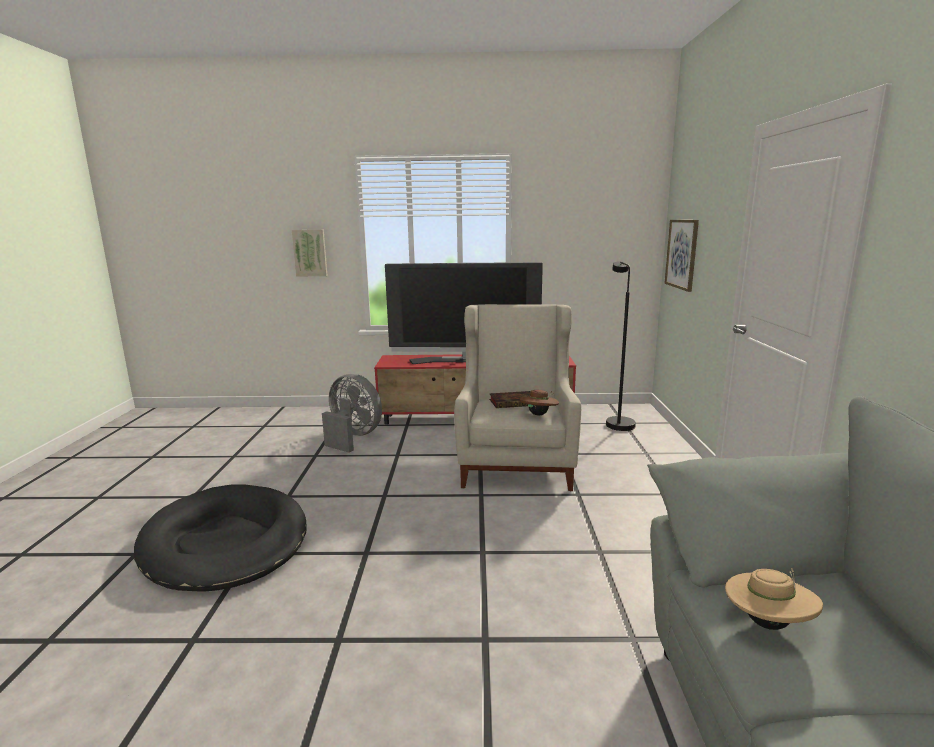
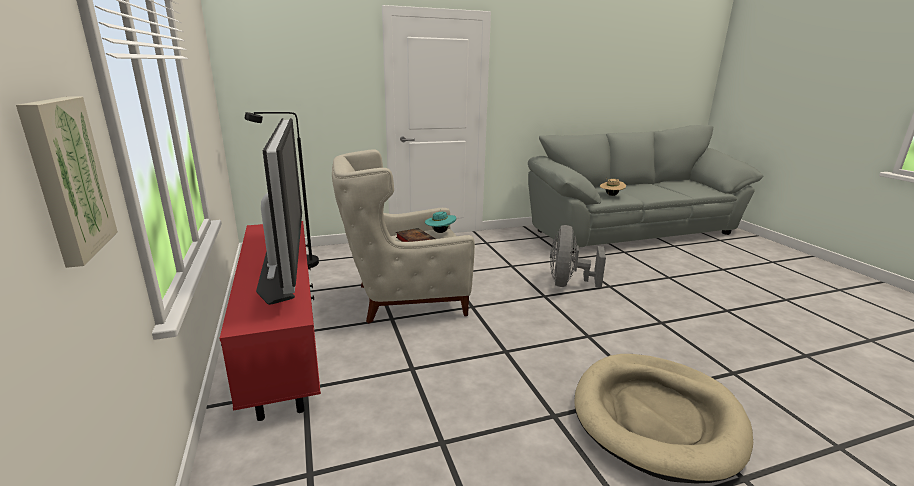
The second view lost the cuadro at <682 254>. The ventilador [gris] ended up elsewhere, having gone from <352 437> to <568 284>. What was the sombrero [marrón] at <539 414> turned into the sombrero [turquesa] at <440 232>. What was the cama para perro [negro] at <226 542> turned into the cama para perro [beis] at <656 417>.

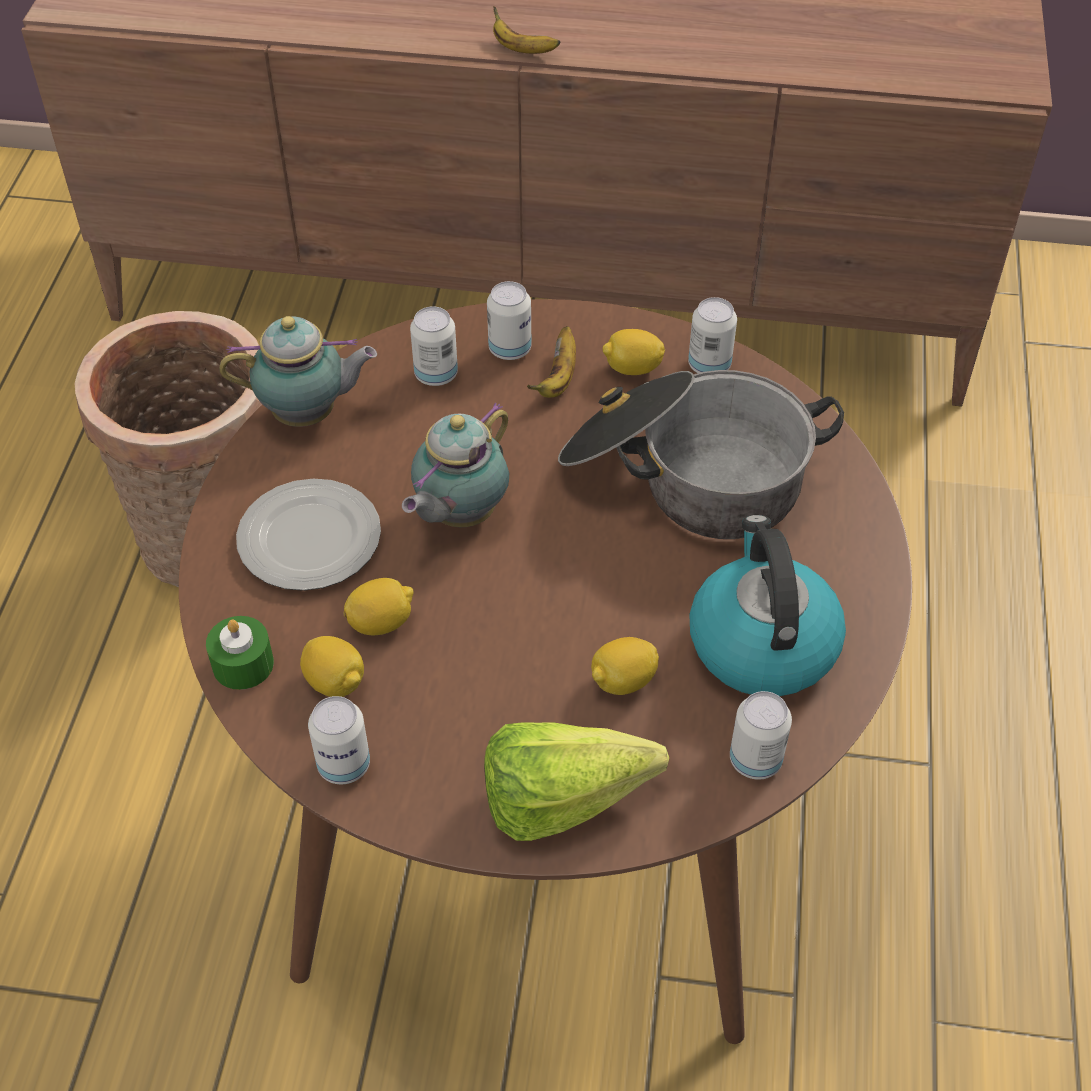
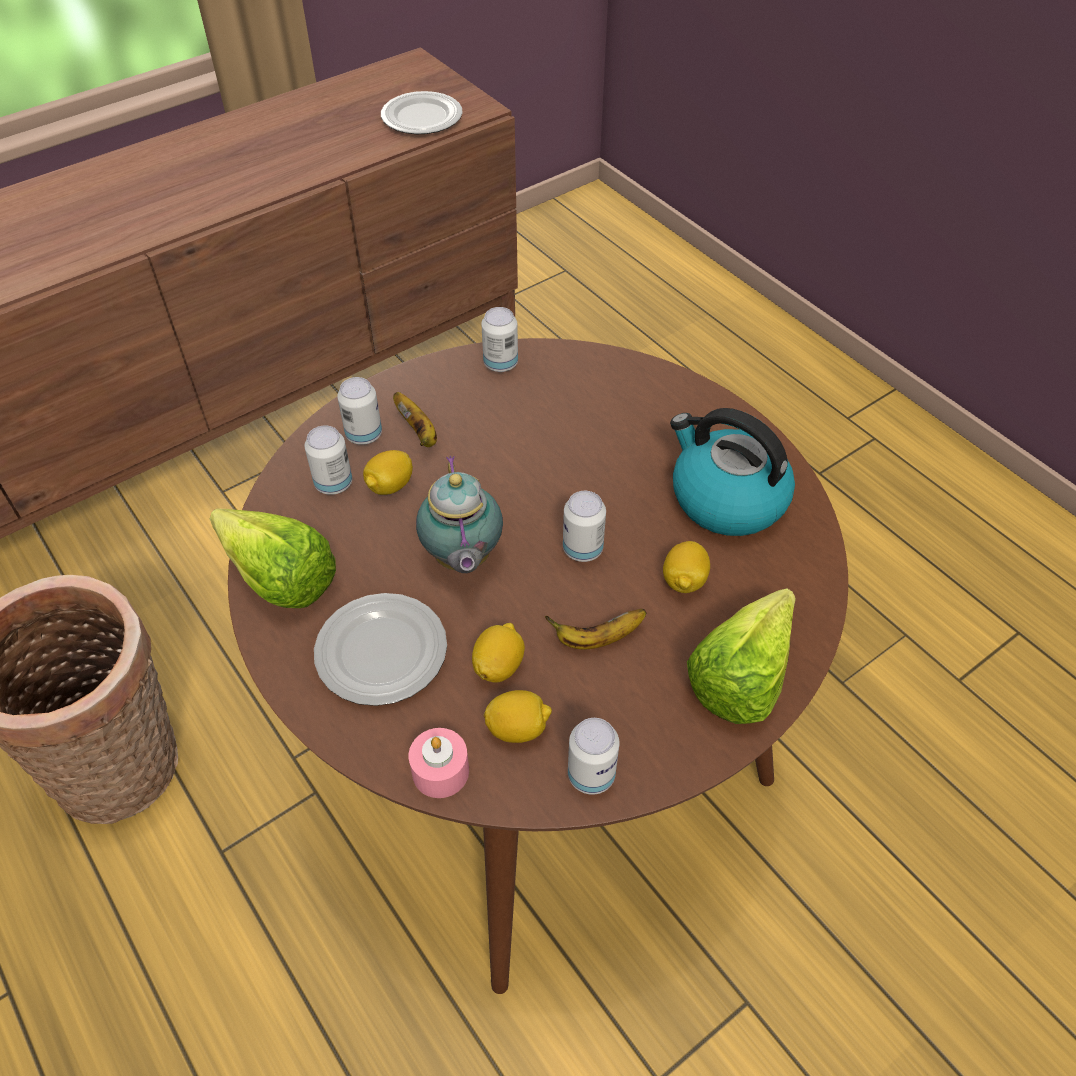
The plátano ended up elsewhere, having gone from <522 49> to <597 638>. Where the tetera stood at <309 415>, the lechuga came to stand at <274 572>. The limón ended up elsewhere, having gone from <632 368> to <390 486>. The second view lost the olla at <686 477>. What was the vela [verde] at <243 664> turned into the vela [rosa] at <440 771>. The lata ended up elsewhere, having gone from <755 760> to <582 549>. The second view gained the plato at <422 117>.

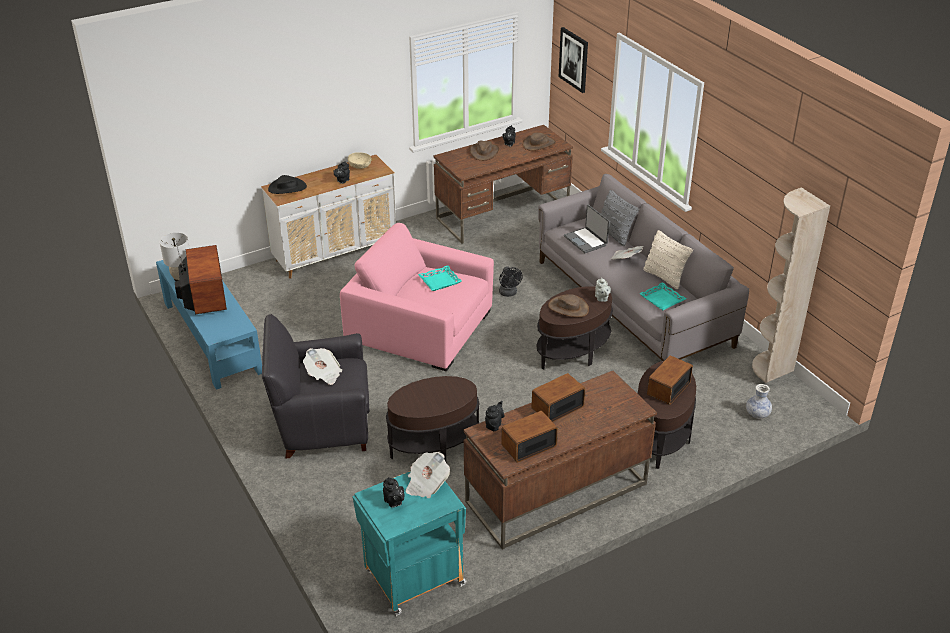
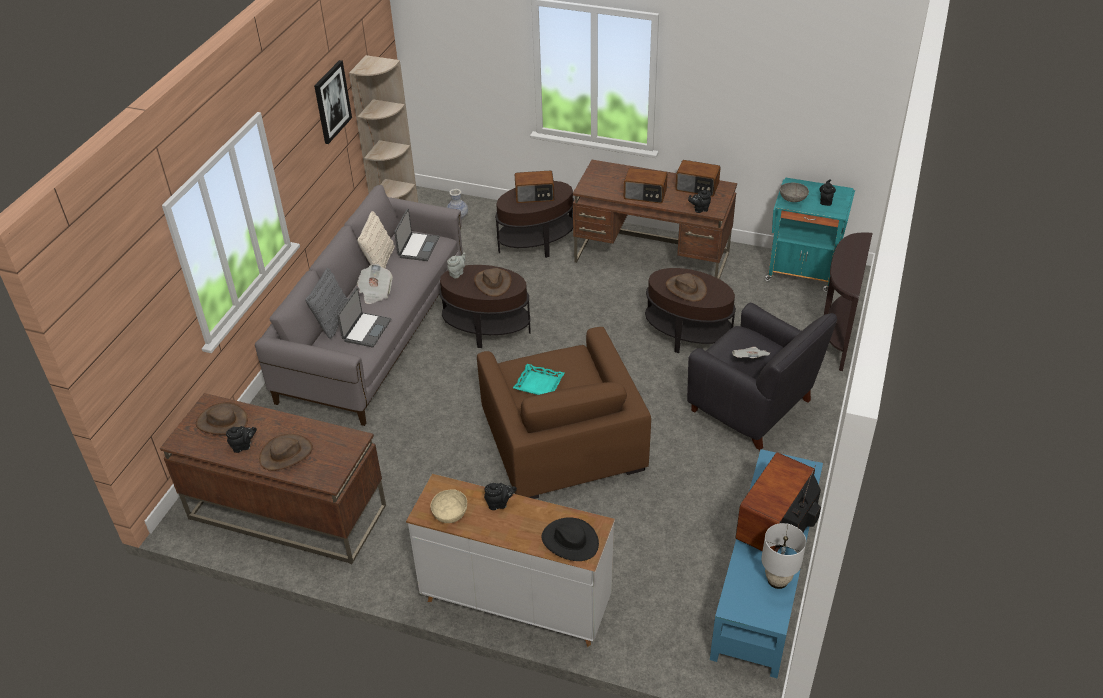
The cuadro ended up elsewhere, having gone from <574 59> to <332 102>. What was the sillón [rosa] at <420 326> turned into the sillón [marrón] at <561 438>. The second view lost the ventilador [negro] at <509 293>. Where the bandeja [turquesa] stood at <662 299>, the portátil came to stand at <418 247>. Where the periódico stood at <426 484>, the cuenco [gris] came to stand at <793 198>. The second view gained the mesa consola [marrón] at <836 336>. The second view gained the sombrero [marrón] at <686 289>.

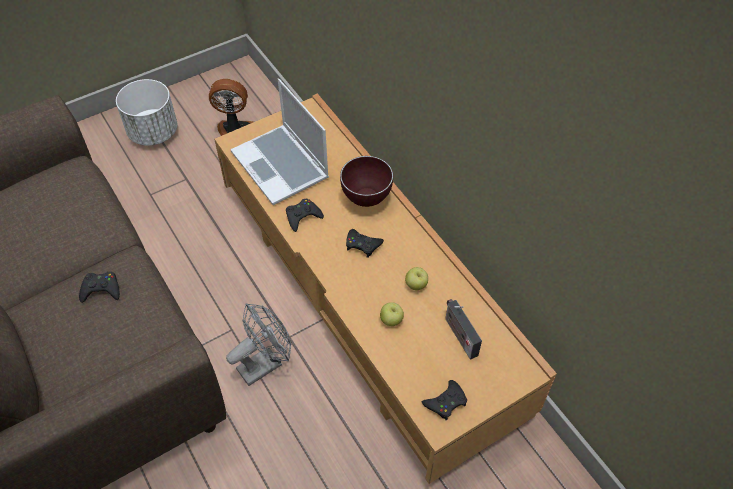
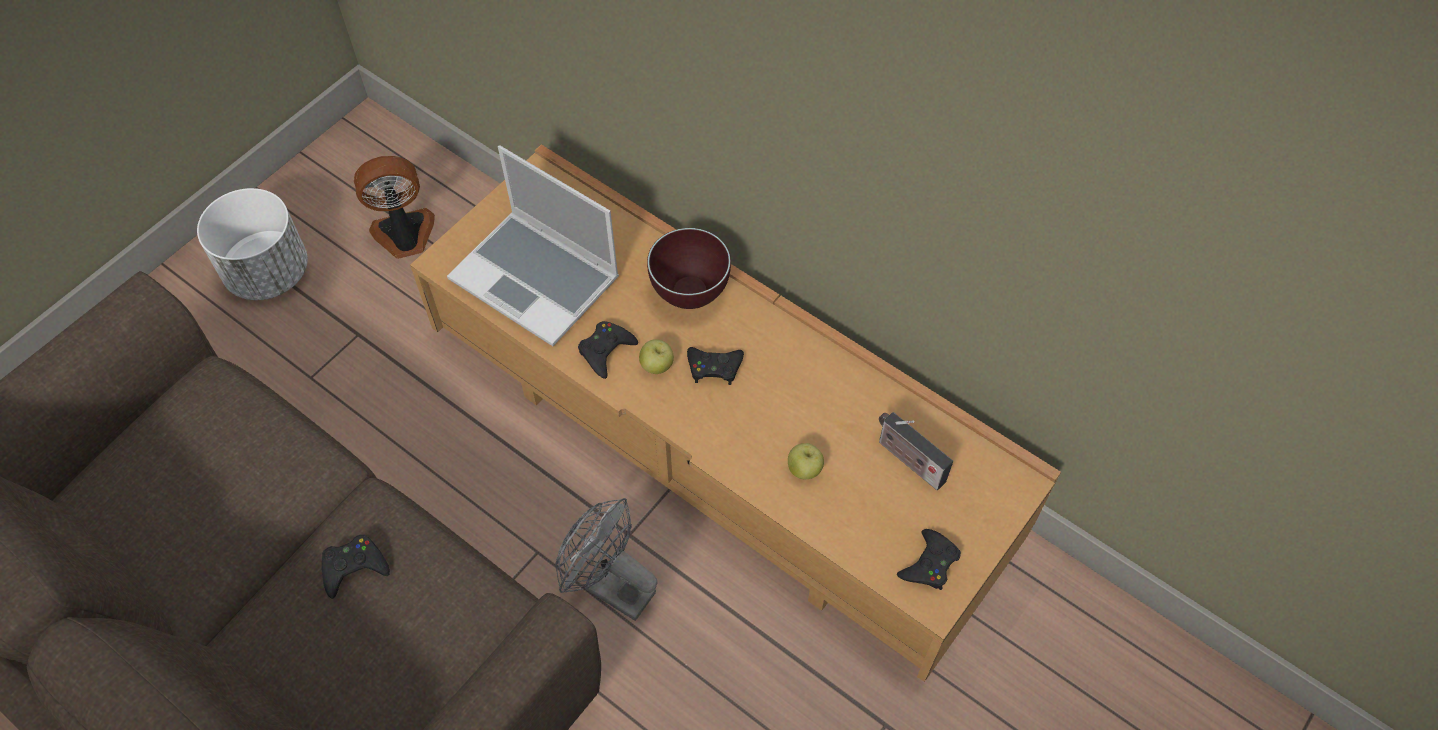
The manzana ended up elsewhere, having gone from <416 285> to <657 366>. The ventilador [gris] at <265 363> ended up facing another way, 90 degrees counterclockwise from before.

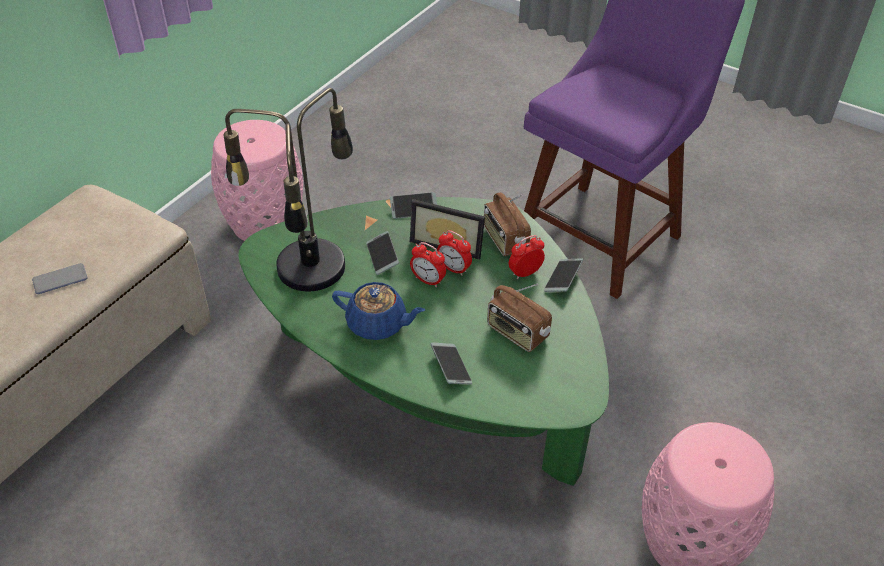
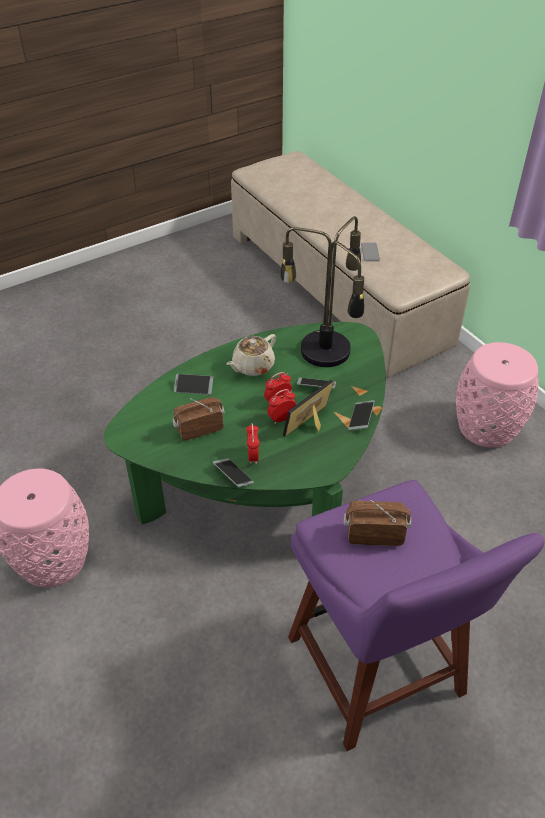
The radio ended up elsewhere, having gone from <504 240> to <374 533>. What was the tetera [azul] at <378 324> turned into the tetera [beis] at <252 366>.

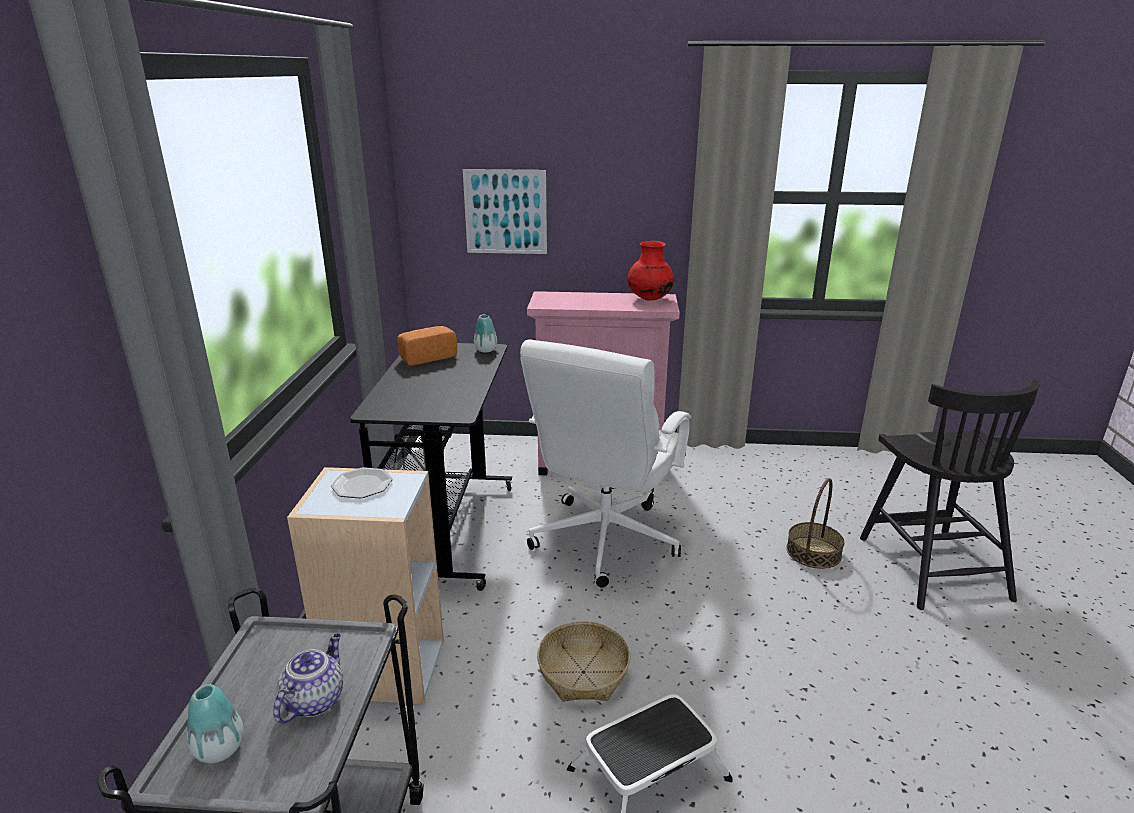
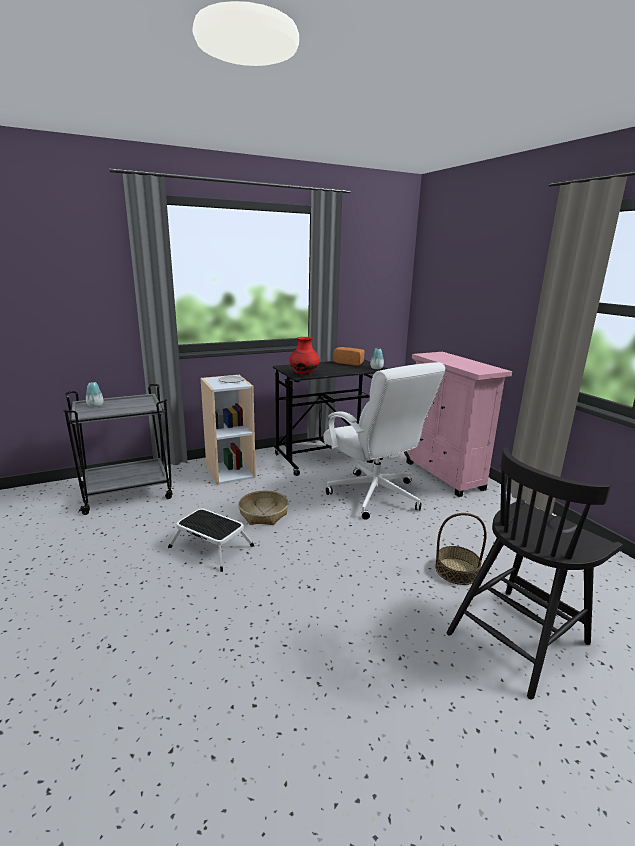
The second view lost the cuadro at <505 212>. The florero [rojo] ended up elsewhere, having gone from <649 299> to <304 374>. The silla de oficina [blanco] at <605 537> ended up facing another way, 120 degrees counterclockwise from before. The second view lost the tetera at <314 699>.

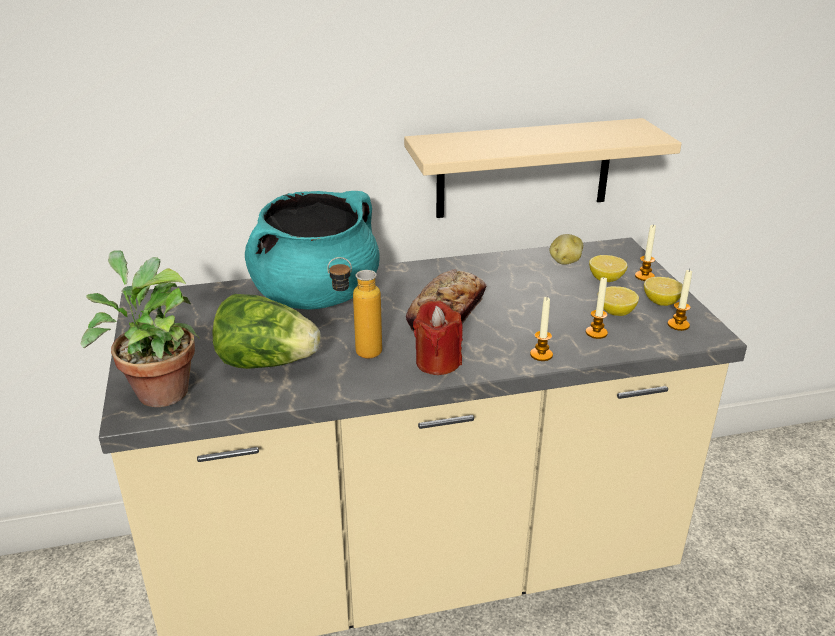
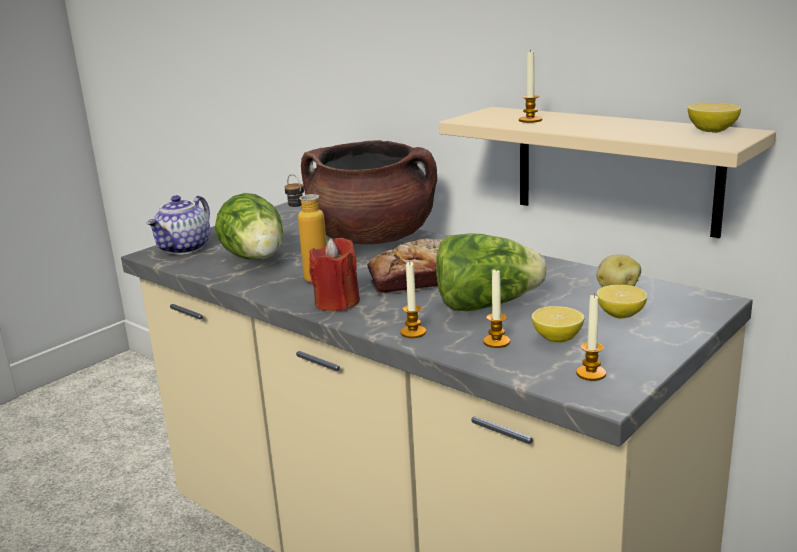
What was the olla [turquesa] at <316 295> turned into the olla [marrón] at <372 239>. The vela ended up elsewhere, having gone from <644 276> to <530 120>. Where the planta en maceta stood at <157 390>, the tetera came to stand at <185 249>. The limón ended up elsewhere, having gone from <661 302> to <712 131>. The second view gained the lechuga at <486 305>.

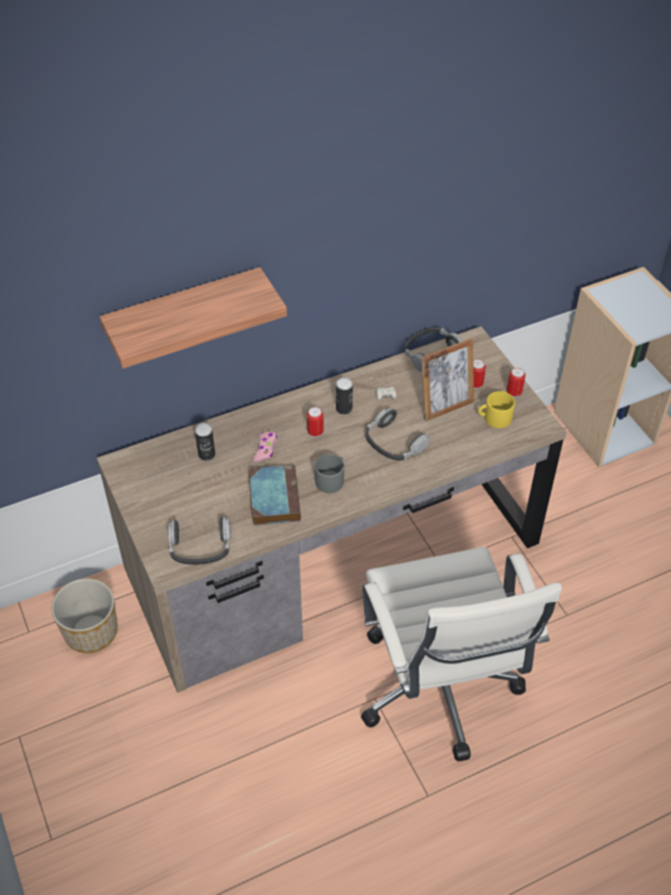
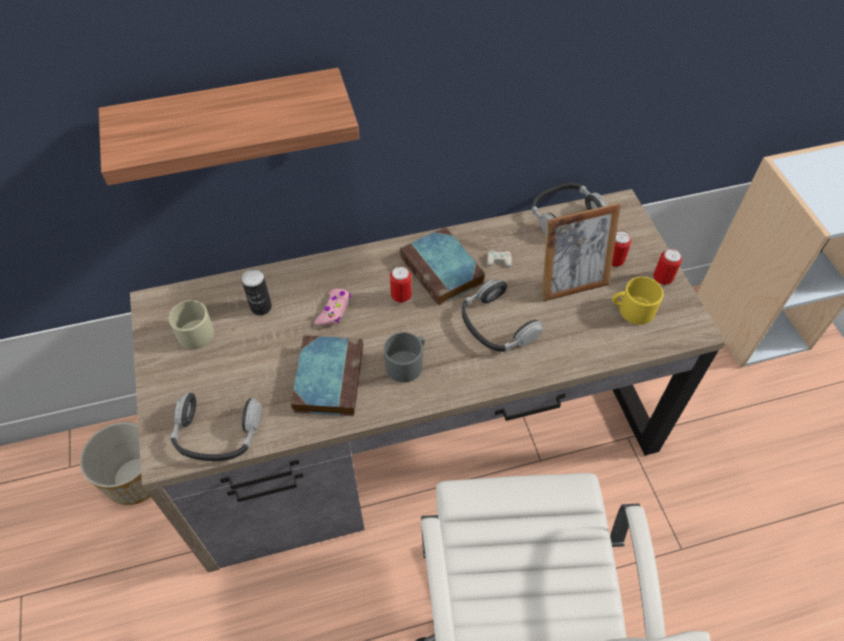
Where the lata stood at <344 408>, the libro came to stand at <443 271>. The second view gained the taza grande [beis] at <192 331>.

